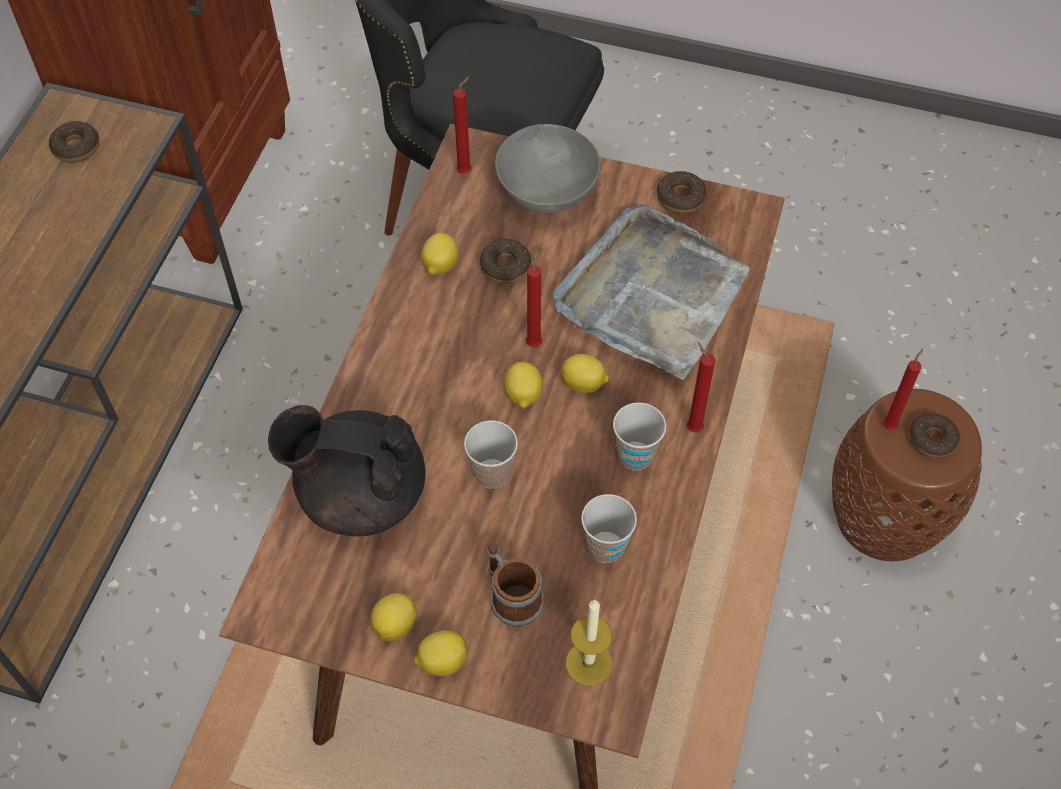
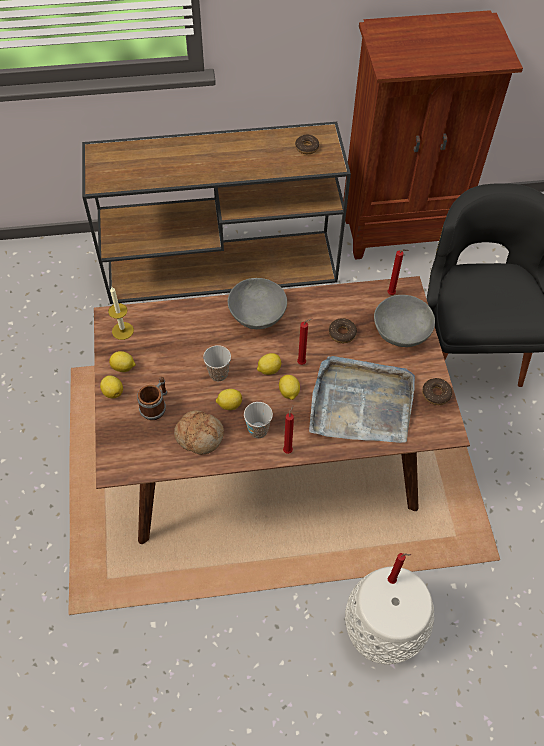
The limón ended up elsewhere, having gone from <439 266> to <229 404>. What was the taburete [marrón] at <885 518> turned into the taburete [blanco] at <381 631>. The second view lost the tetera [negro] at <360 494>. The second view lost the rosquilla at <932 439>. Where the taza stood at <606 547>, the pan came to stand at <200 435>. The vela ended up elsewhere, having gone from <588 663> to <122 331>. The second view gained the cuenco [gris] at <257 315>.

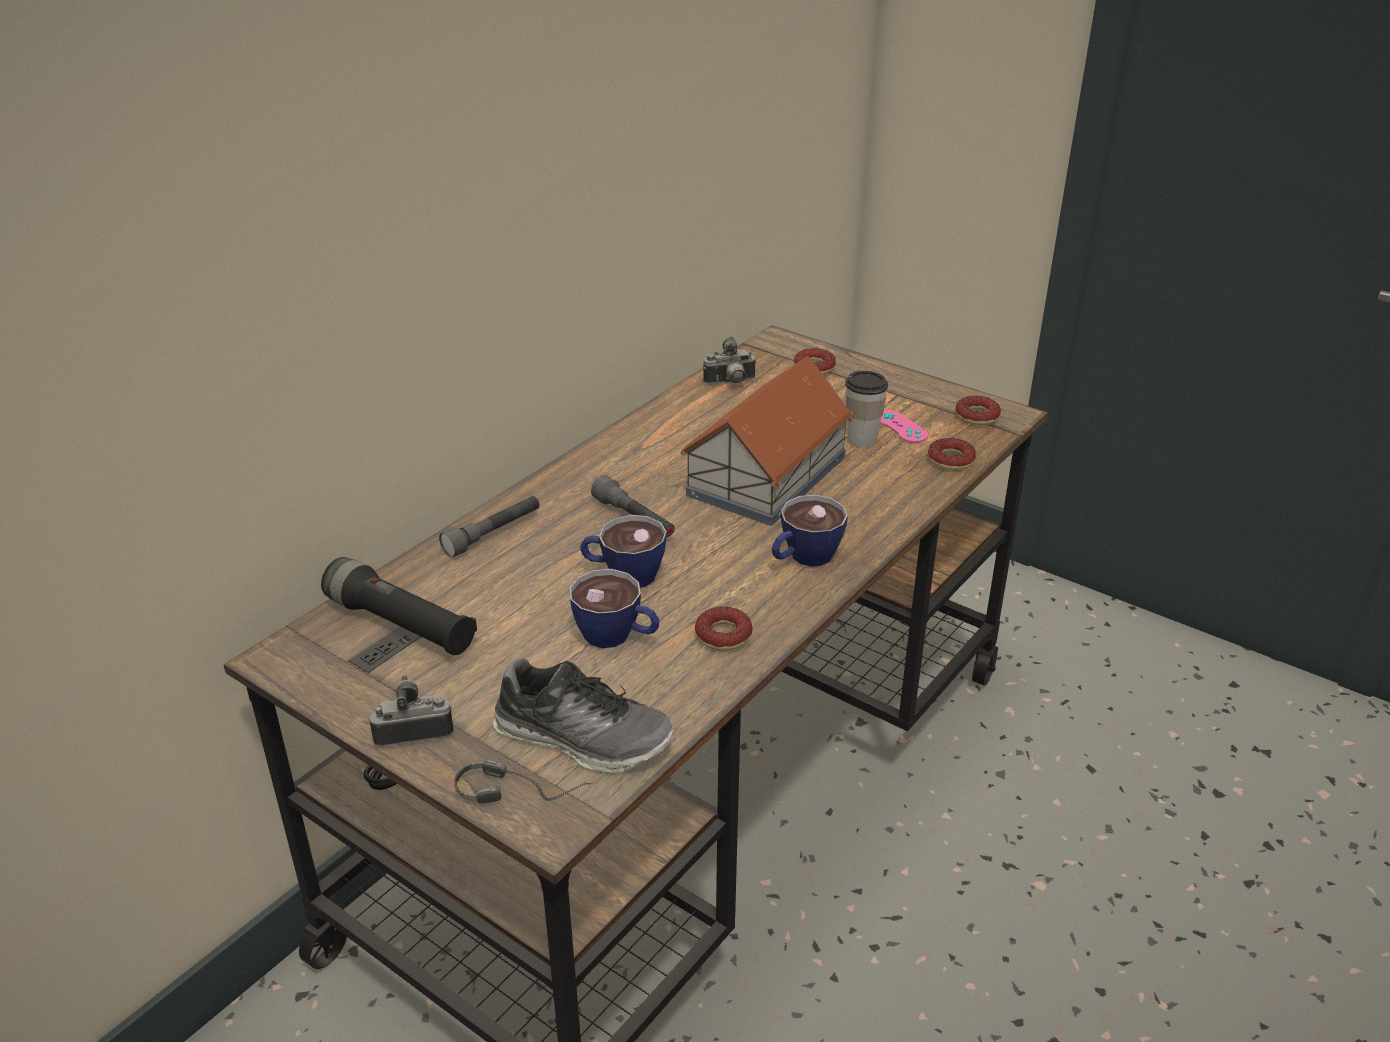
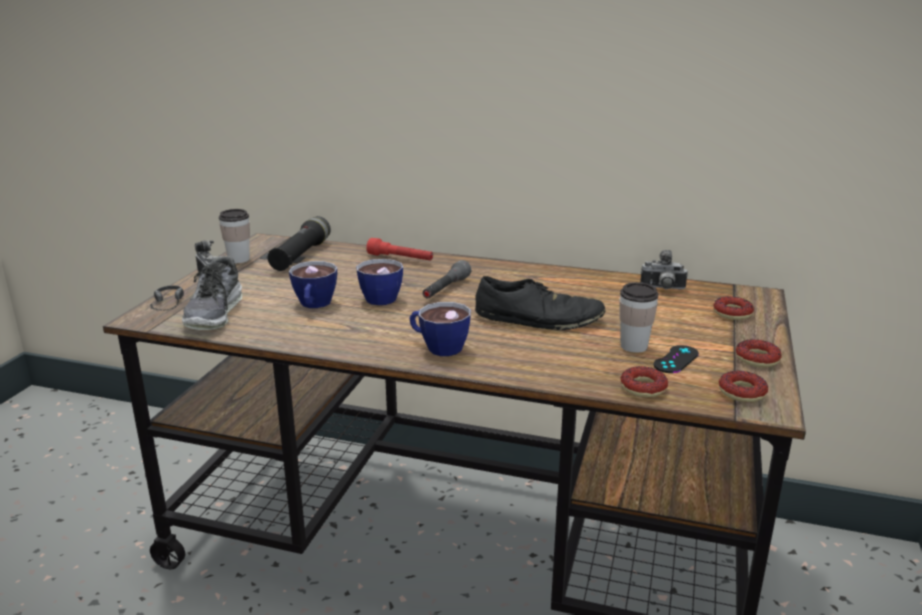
The cámara at <730 383> ended up facing another way, 45 degrees counterclockwise from before. Where the casita stood at <765 476>, the zapato [negro] came to stand at <539 319>. What was the mando de consola [rosa] at <901 427> turned into the mando de consola [negro] at <676 359>. What was the linterna [gris] at <493 534> turned into the linterna [rojo] at <400 259>. The rosquilla ended up elsewhere, having gone from <723 635> to <757 359>. The second view gained the taza at <239 259>.

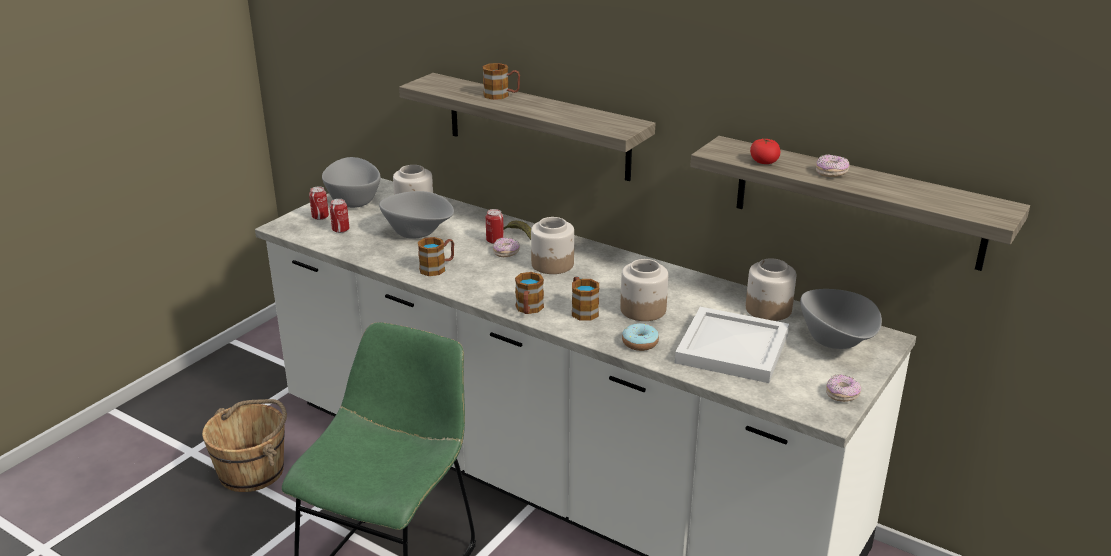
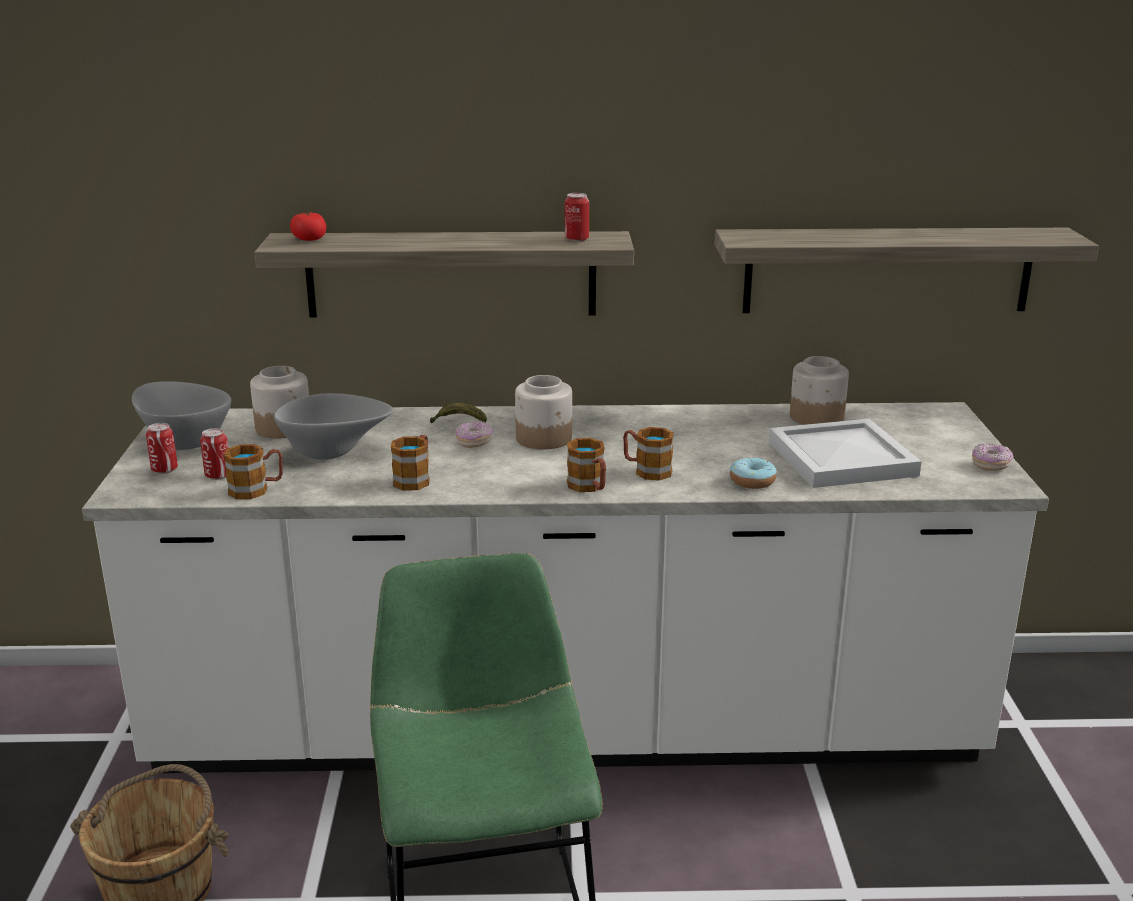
The taza grande ended up elsewhere, having gone from <501 95> to <256 489>. The tomate ended up elsewhere, having gone from <764 161> to <309 239>. The second view lost the rosquilla at <831 173>. The lata ended up elsewhere, having gone from <495 241> to <576 239>. The second view lost the tarro at <642 310>. The second view lost the cuenco [gris] at <838 344>.

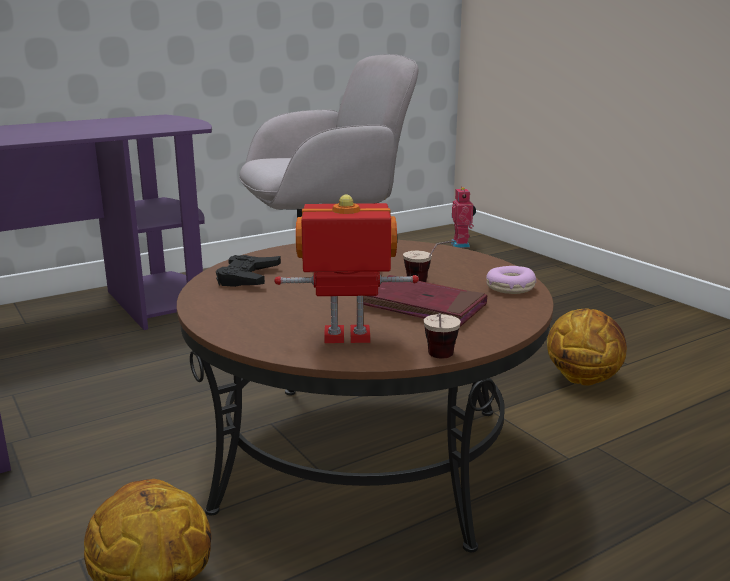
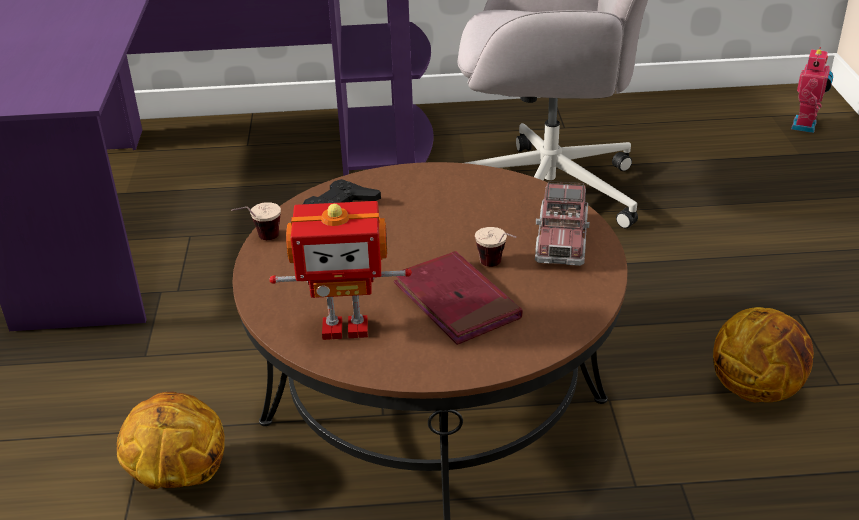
The robot de juguete at <347 338> ended up facing another way, 150 degrees clockwise from before. The second view lost the rosquilla at <510 288>. The taza ended up elsewhere, having gone from <439 360> to <259 241>. The second view gained the camión de juguete at <561 240>.

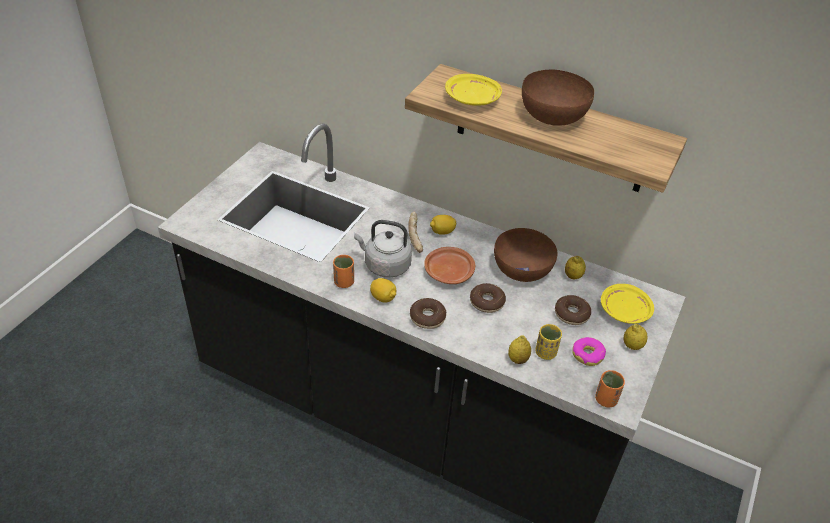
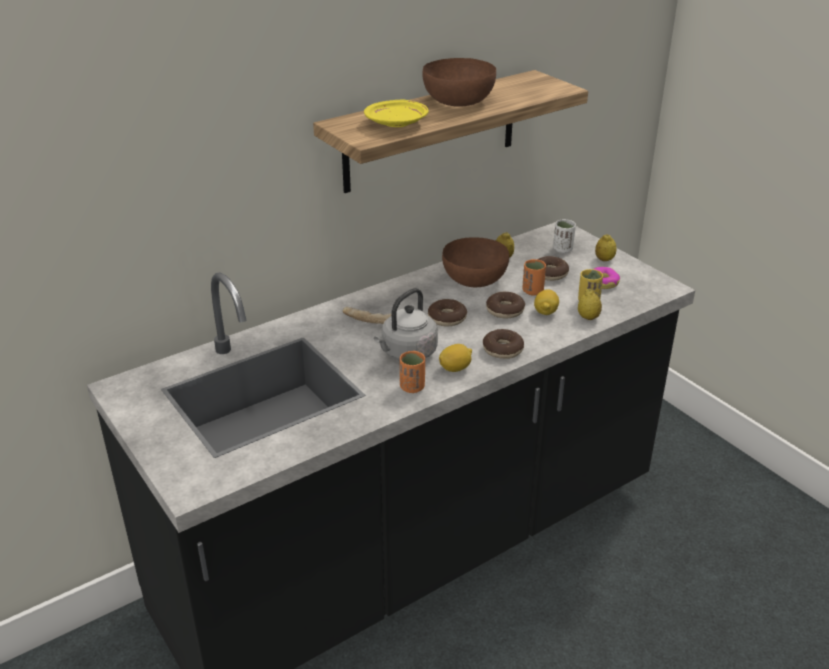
The limón ended up elsewhere, having gone from <442 232> to <545 312>. Where the plato [marrón] stood at <449 272>, the rosquilla came to stand at <447 318>. Where the plato [amarillo] stood at <624 311>, the taza [blanco] came to stand at <562 249>. The taza [naranja] ended up elsewhere, having gone from <605 399> to <532 291>.

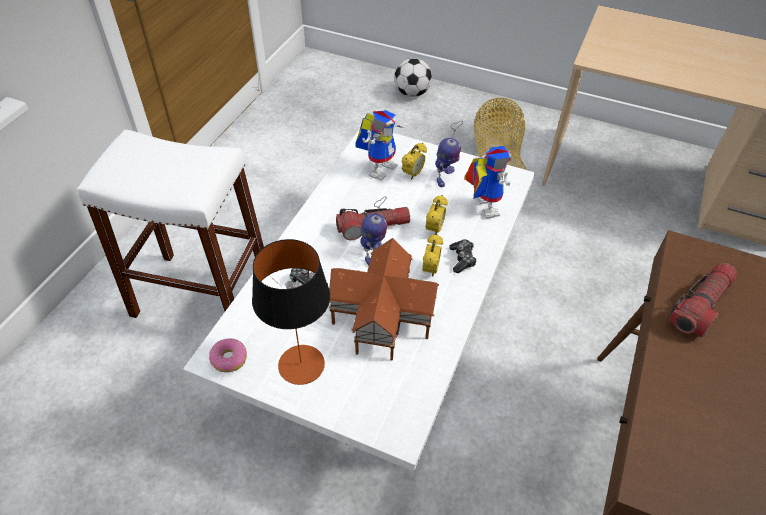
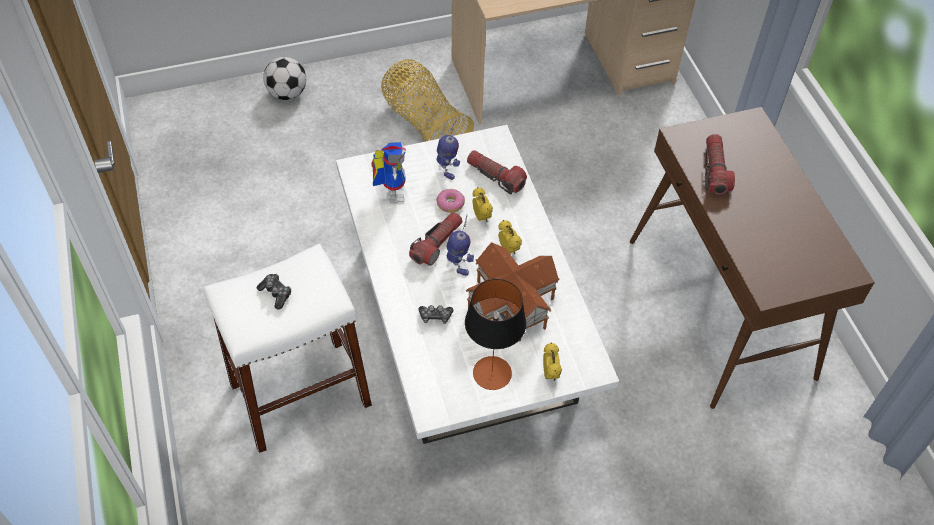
The despertador ended up elsewhere, having gone from <413 174> to <550 374>. Where the robot de juguete stood at <481 206>, the linterna came to stand at <495 176>. The mando de consola ended up elsewhere, having gone from <462 259> to <276 293>. The rosquilla ended up elsewhere, having gone from <229 359> to <450 204>.

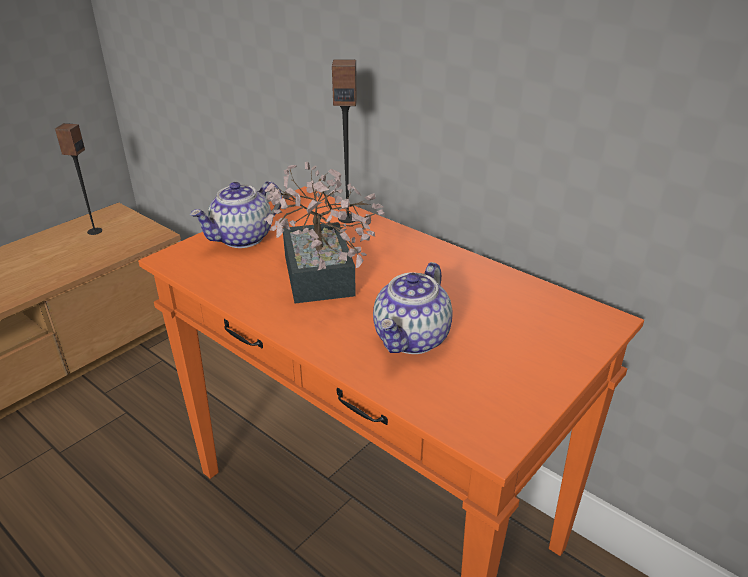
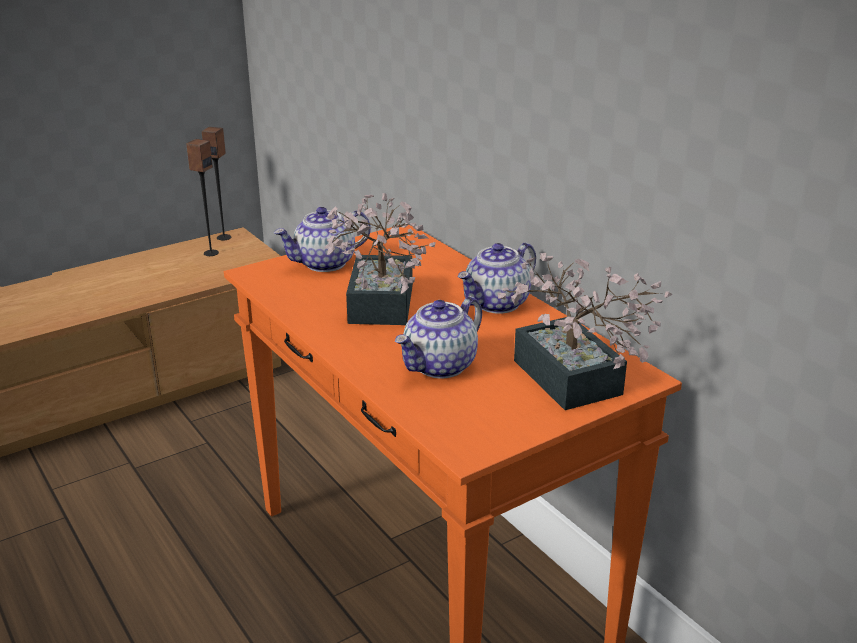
The altavoz ended up elsewhere, having gone from <348 218> to <224 237>. The second view gained the tetera at <497 304>. The second view gained the planta en maceta at <573 384>.

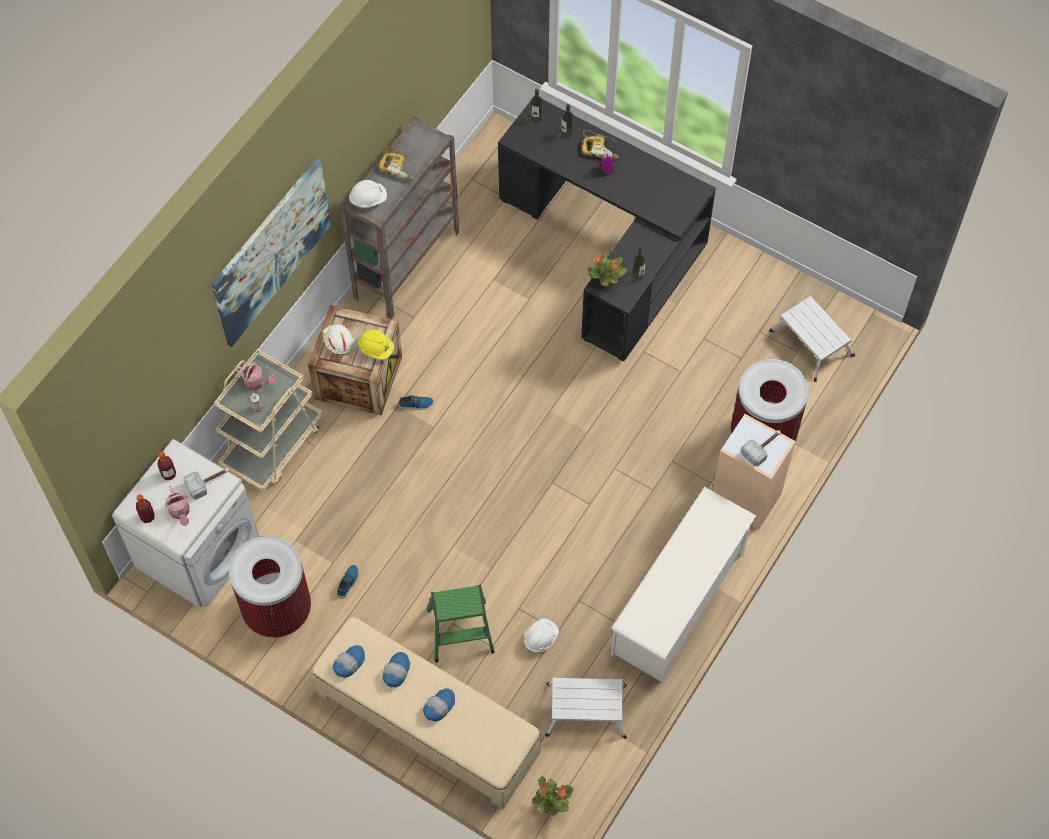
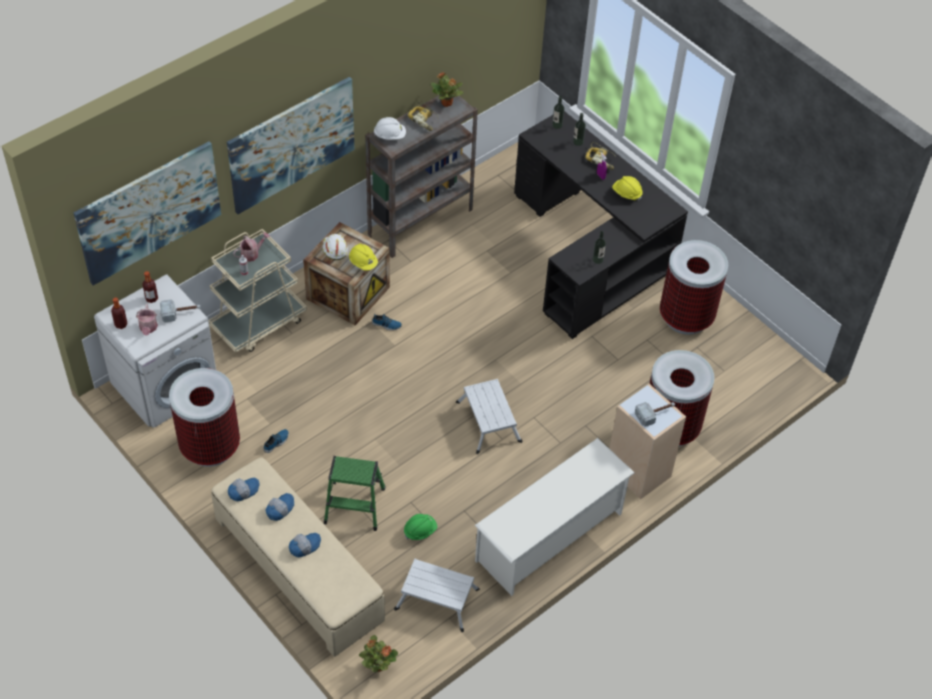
The planta en maceta ended up elsewhere, having gone from <606 282> to <447 103>. The escalera de tijera [blanco] ended up elsewhere, having gone from <812 343> to <489 422>. The regadera at <257 382> ended up facing another way, 75 degrees counterclockwise from before. What was the casco [blanco] at <540 638> turned into the casco [verde] at <420 531>. The second view gained the cuadro at <149 212>. The second view gained the casco [amarillo] at <626 194>. The second view gained the papelera at <686 317>.

